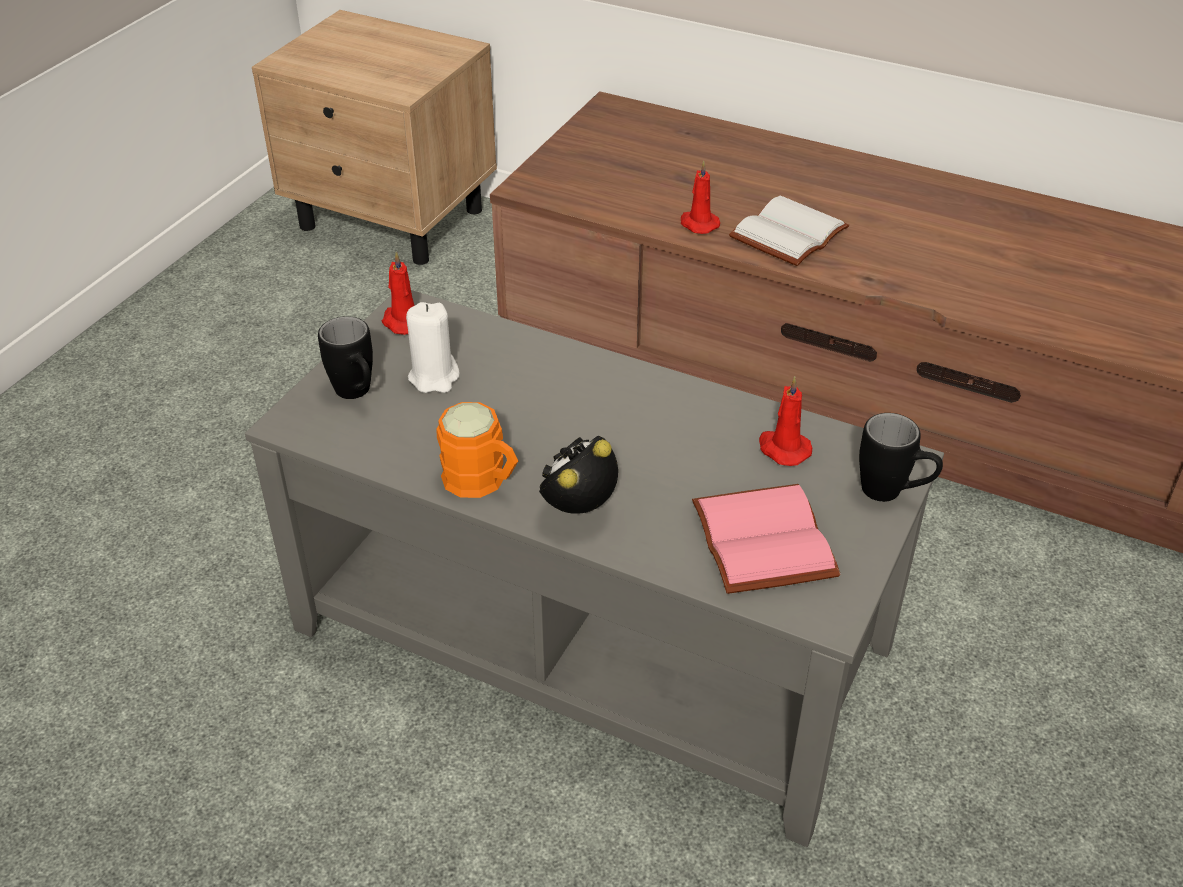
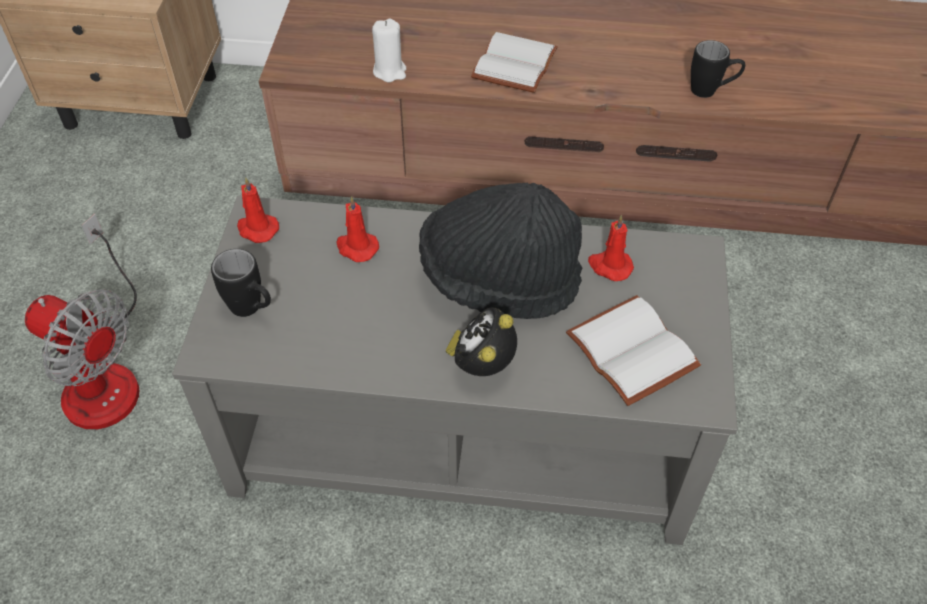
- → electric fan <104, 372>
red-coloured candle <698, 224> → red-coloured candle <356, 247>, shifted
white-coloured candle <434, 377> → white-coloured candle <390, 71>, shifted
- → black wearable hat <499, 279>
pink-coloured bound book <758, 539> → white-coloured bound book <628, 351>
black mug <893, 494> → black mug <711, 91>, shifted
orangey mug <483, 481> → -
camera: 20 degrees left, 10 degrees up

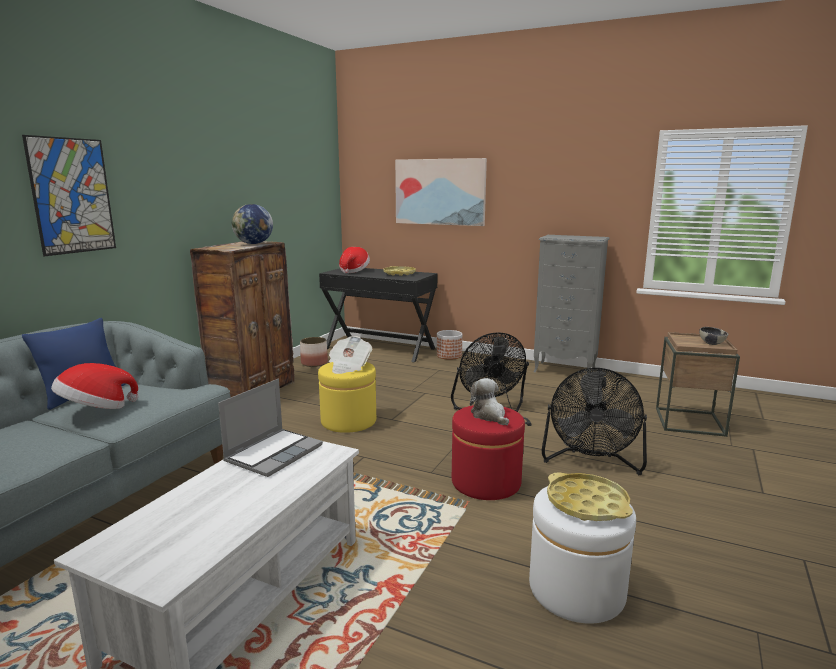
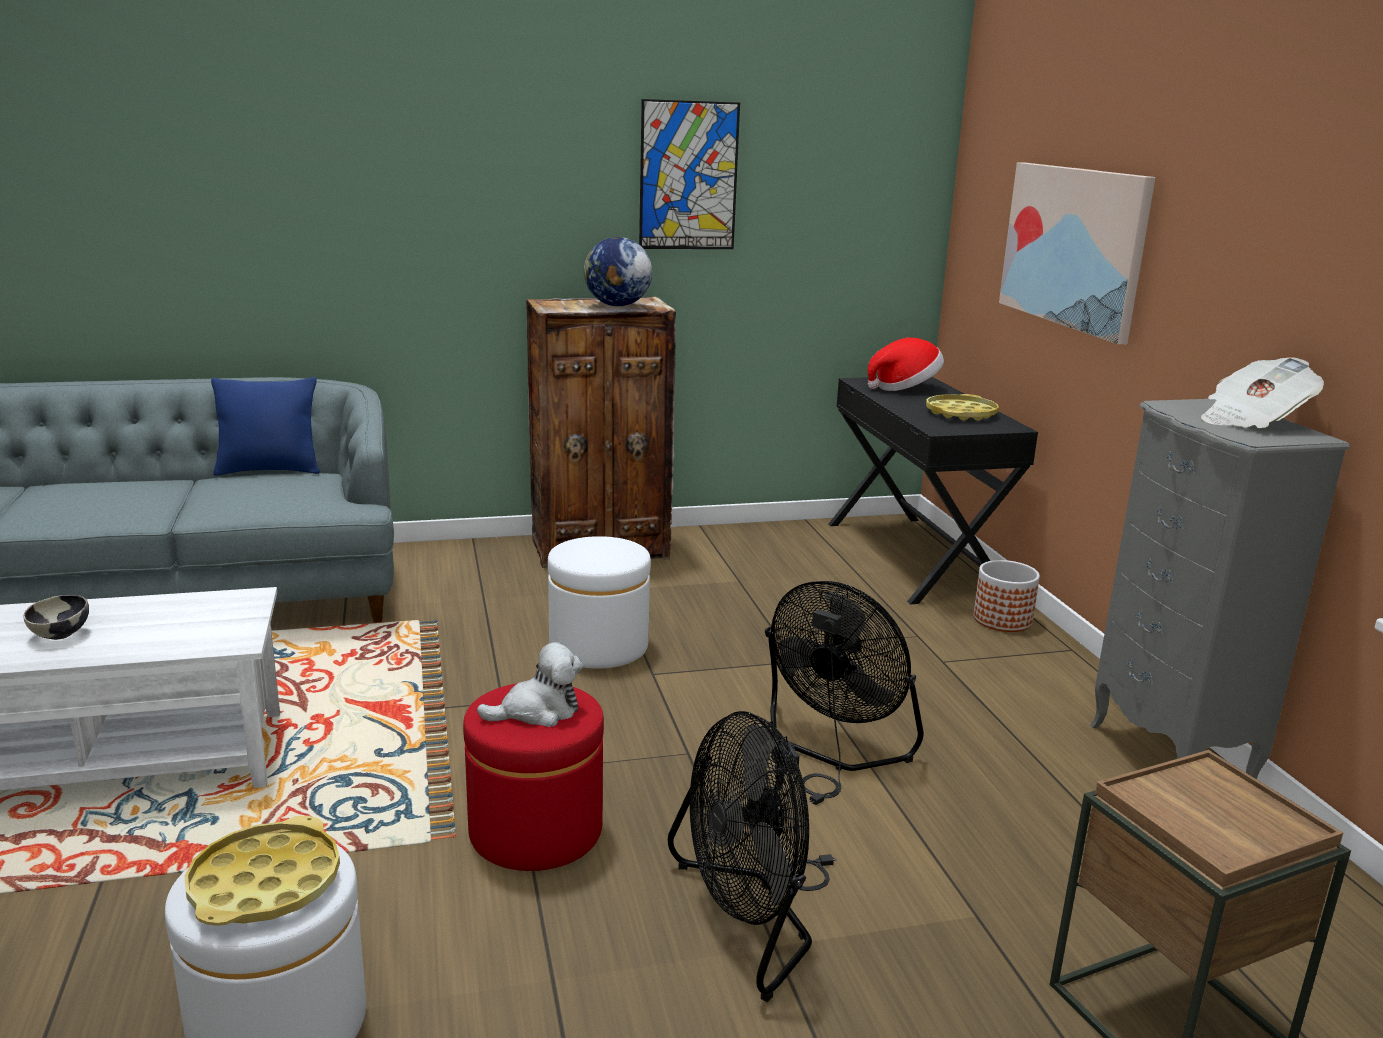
bowl <712, 343> → bowl <61, 635>, shifted
cuddly toy <489, 416> → cuddly toy <537, 711>, 45 degrees clockwise
yellow-coloured ottoman <348, 421> → white-coloured ottoman <598, 647>
wall art <72, 196> → wall art <688, 176>, shifted
daily paper <349, 367> → daily paper <1252, 421>, shifted
wearable hat <96, 409> → -
notebook computer <274, 453> → -
planter <314, 363> → -
camera: 50 degrees right, 5 degrees up

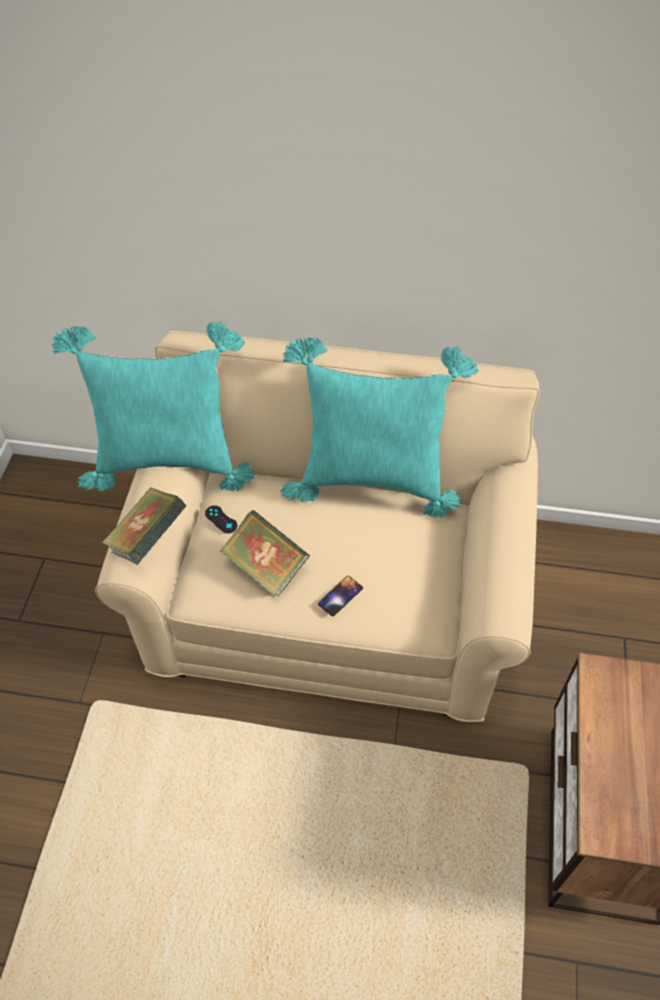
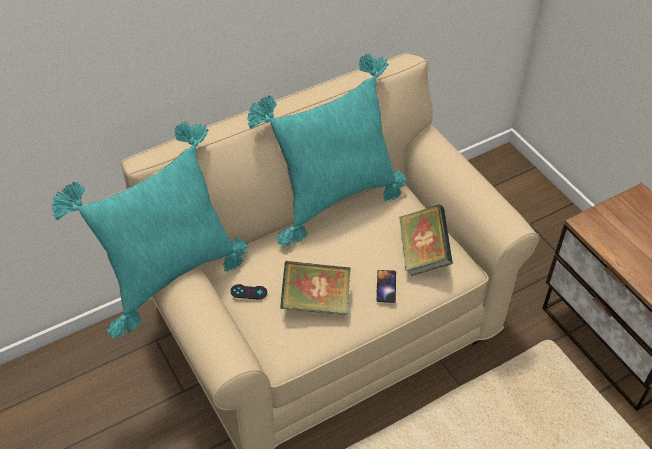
bound book <148, 539> → bound book <423, 253>, shifted
camera: 40 degrees left, 5 degrees down

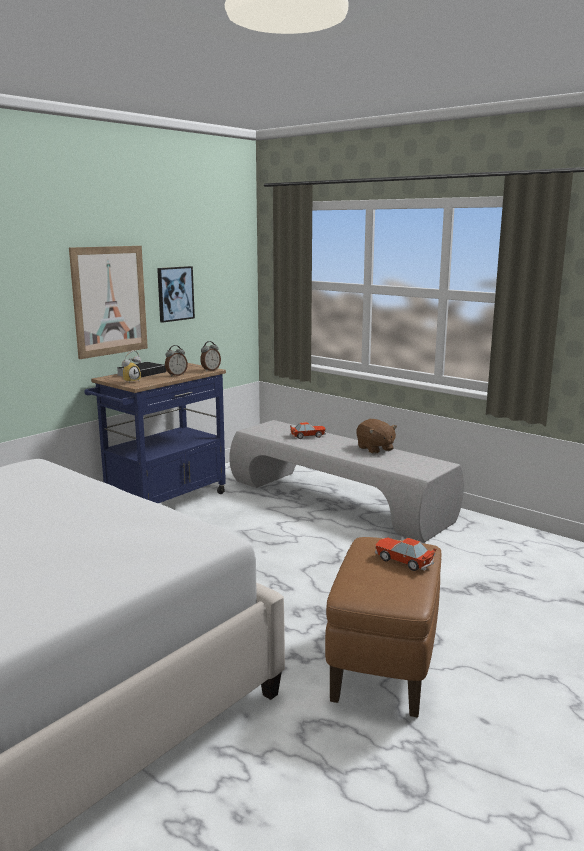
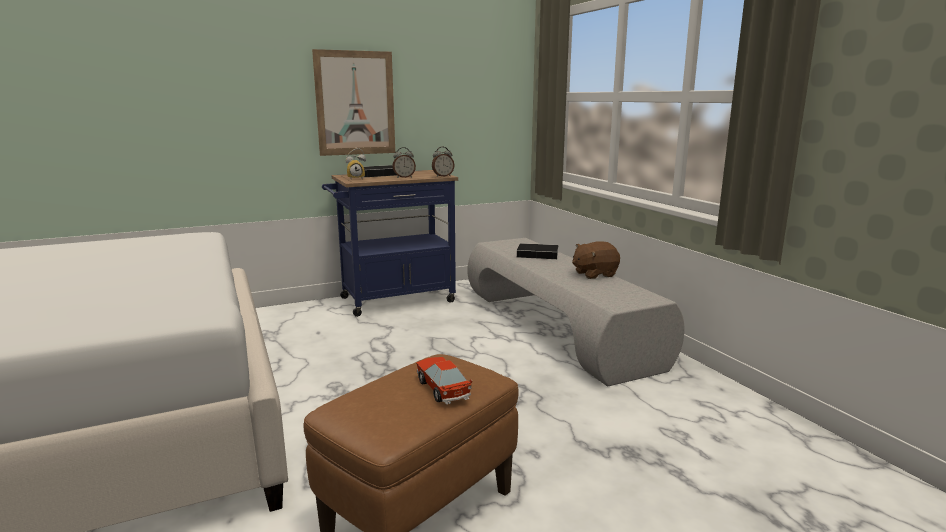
miniature car <308, 436> → bound book <539, 254>
brown-coloured cuddly toy <375, 449> → brown-coloured cuddly toy <594, 274>, 75 degrees clockwise
wall art <175, 293> → -
camera: 25 degrees right, 0 degrees up

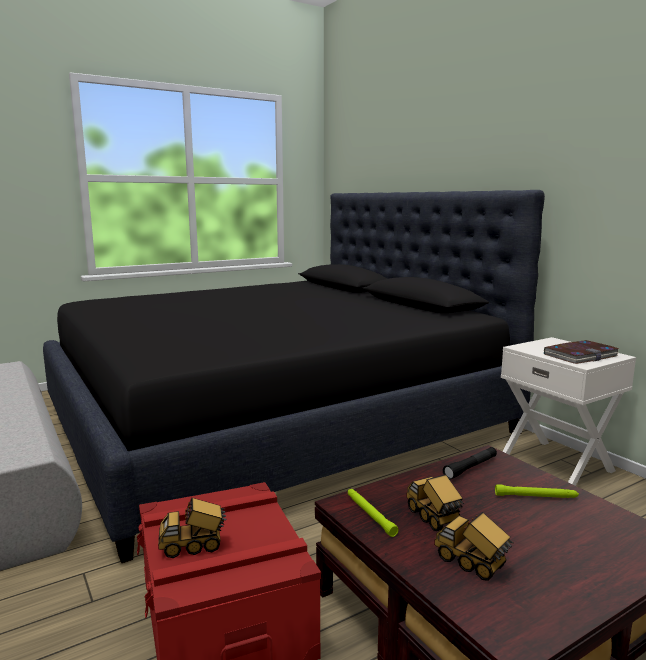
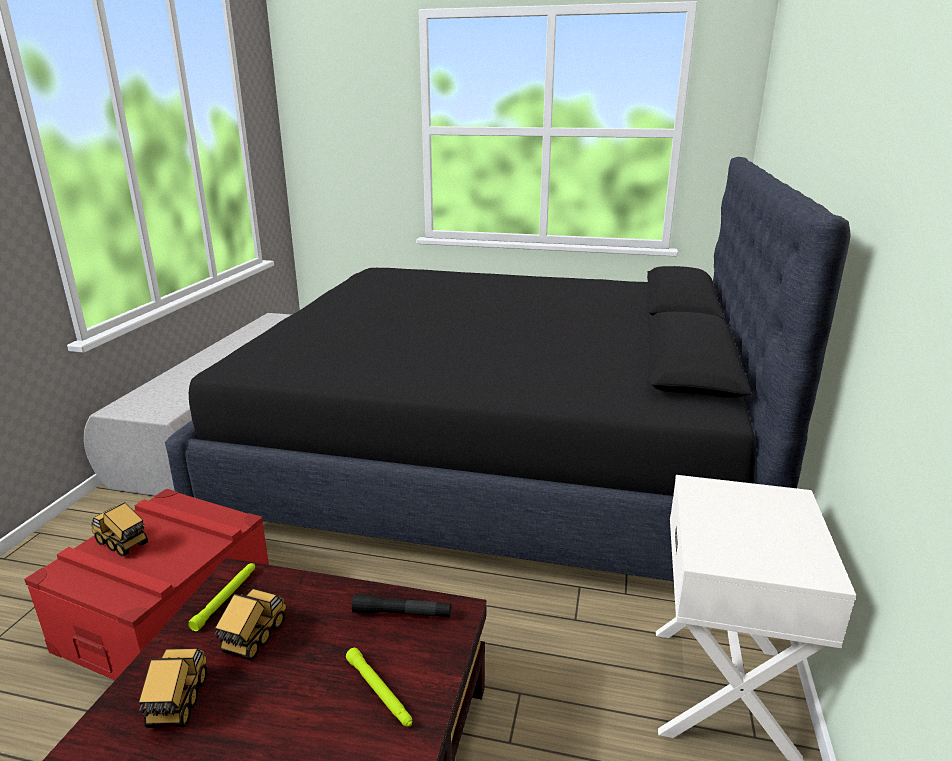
bound book <580, 355> → -
camera: 45 degrees right, 10 degrees up

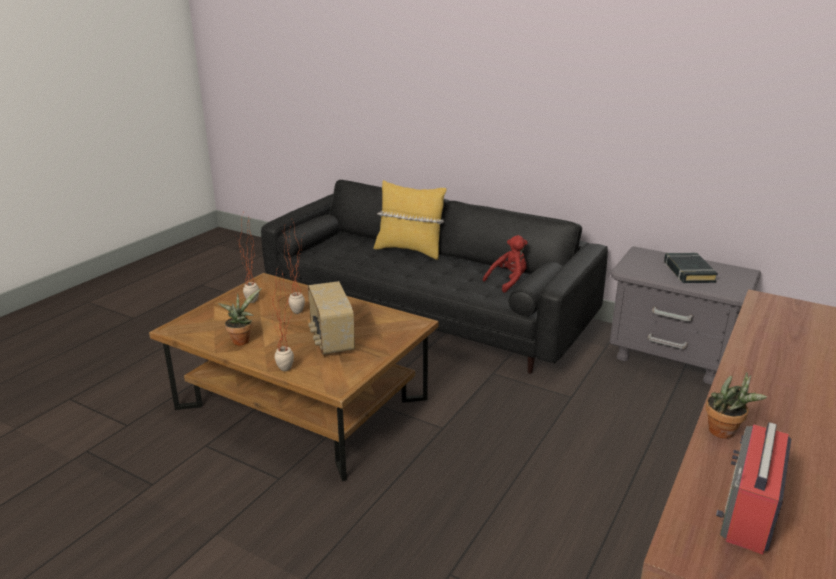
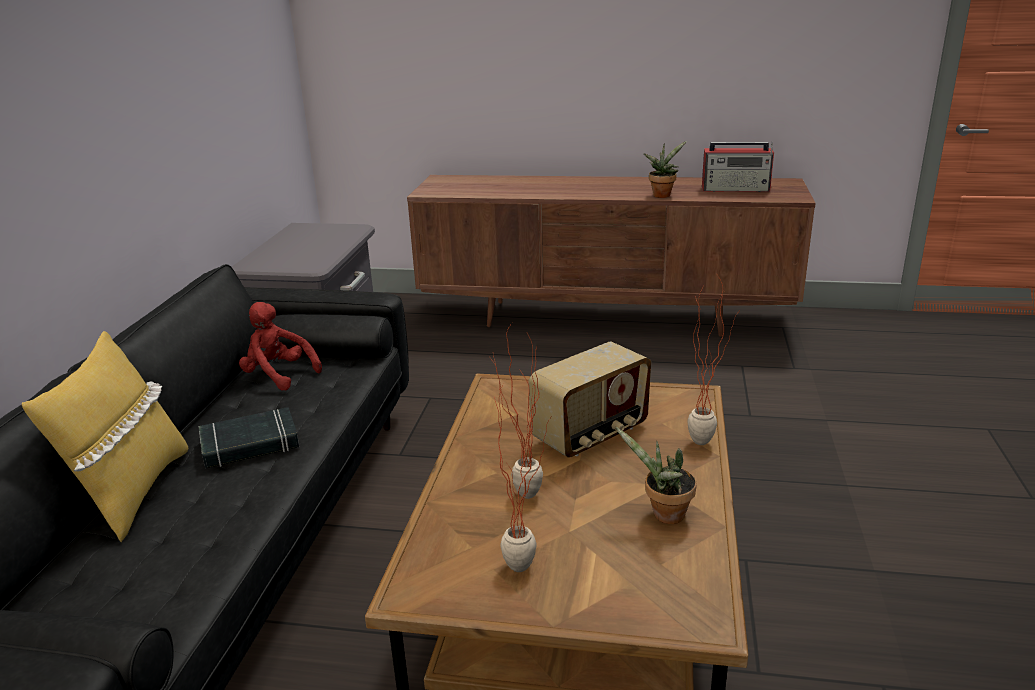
black bound book <688, 272> → black bound book <250, 444>, shifted
camera: 110 degrees left, 0 degrees up

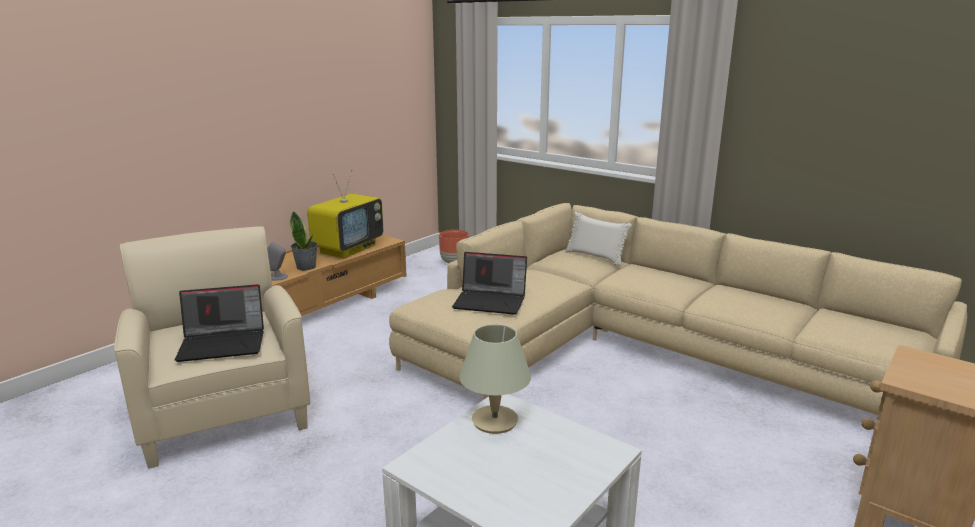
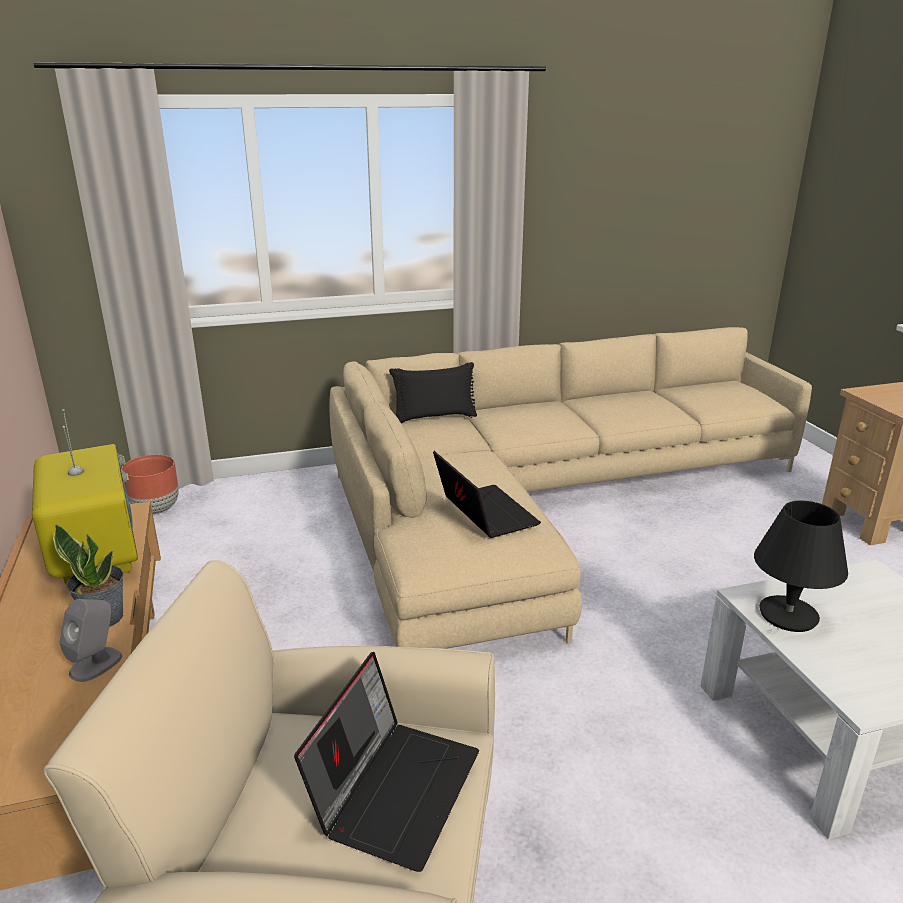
white-coloured throw pillow <595, 257> → black throw pillow <434, 417>
notebook computer <491, 301> → notebook computer <483, 513>, 75 degrees counterclockwise
beige lamp for a table <494, 420> → black lamp for a table <787, 615>
camera: 55 degrees left, 5 degrees up

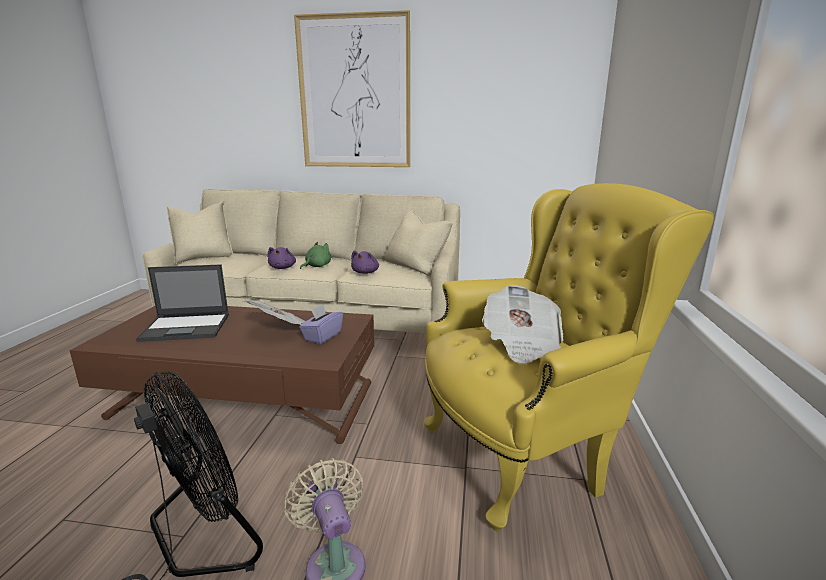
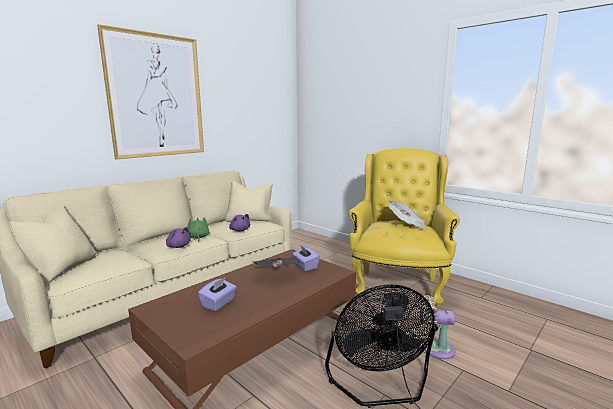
notebook computer <187, 327> → purplish tissue holder <218, 303>
camera: 55 degrees left, 5 degrees down

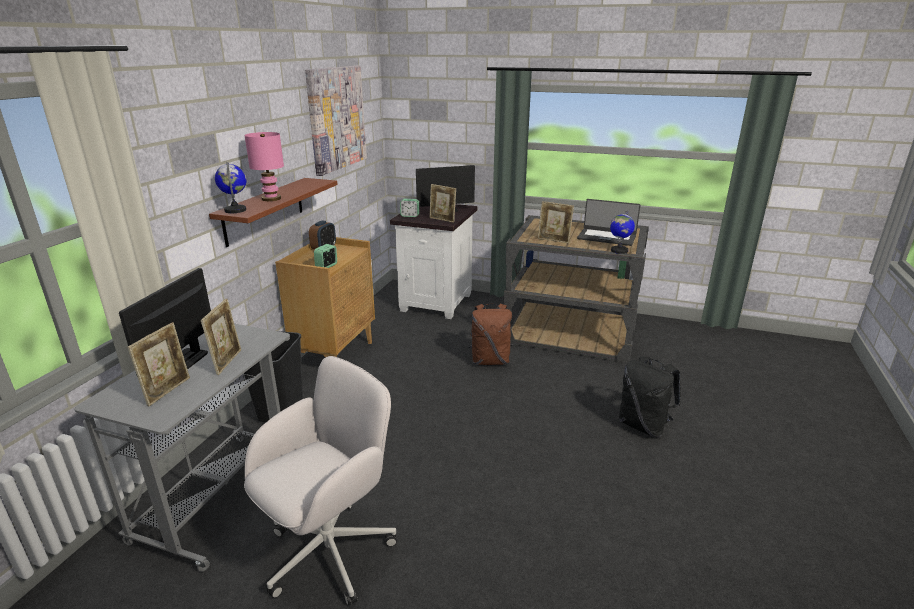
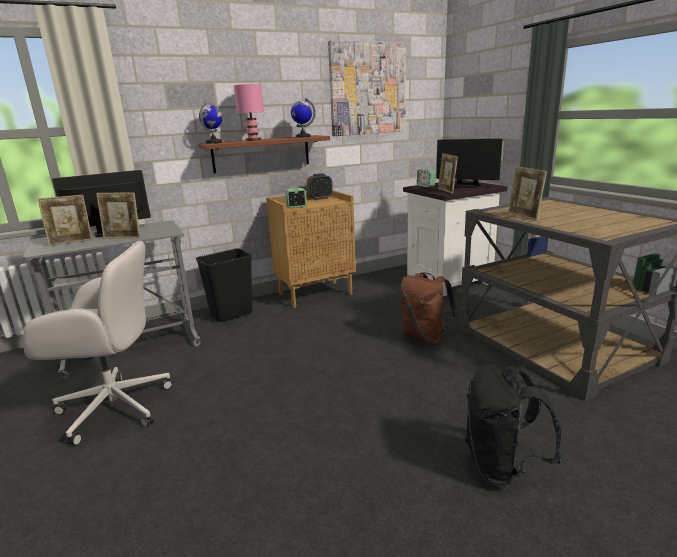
standing frame <227, 361> → standing frame <123, 238>, 45 degrees clockwise
globe <619, 250> → globe <303, 137>, shifted
notebook computer <606, 237> → -
camera: 45 degrees right, 5 degrees down

